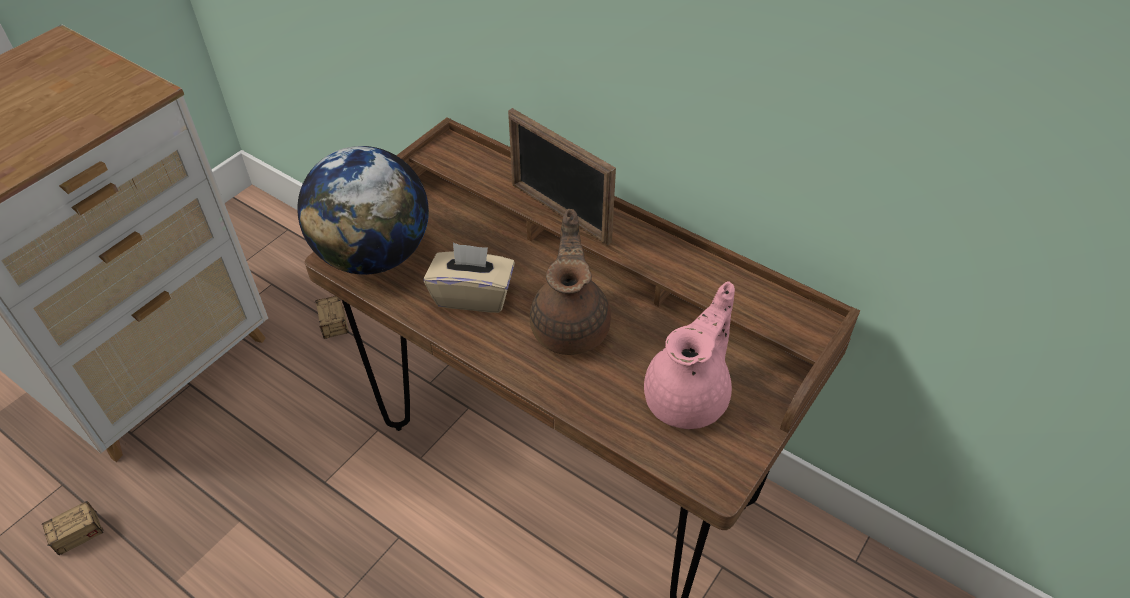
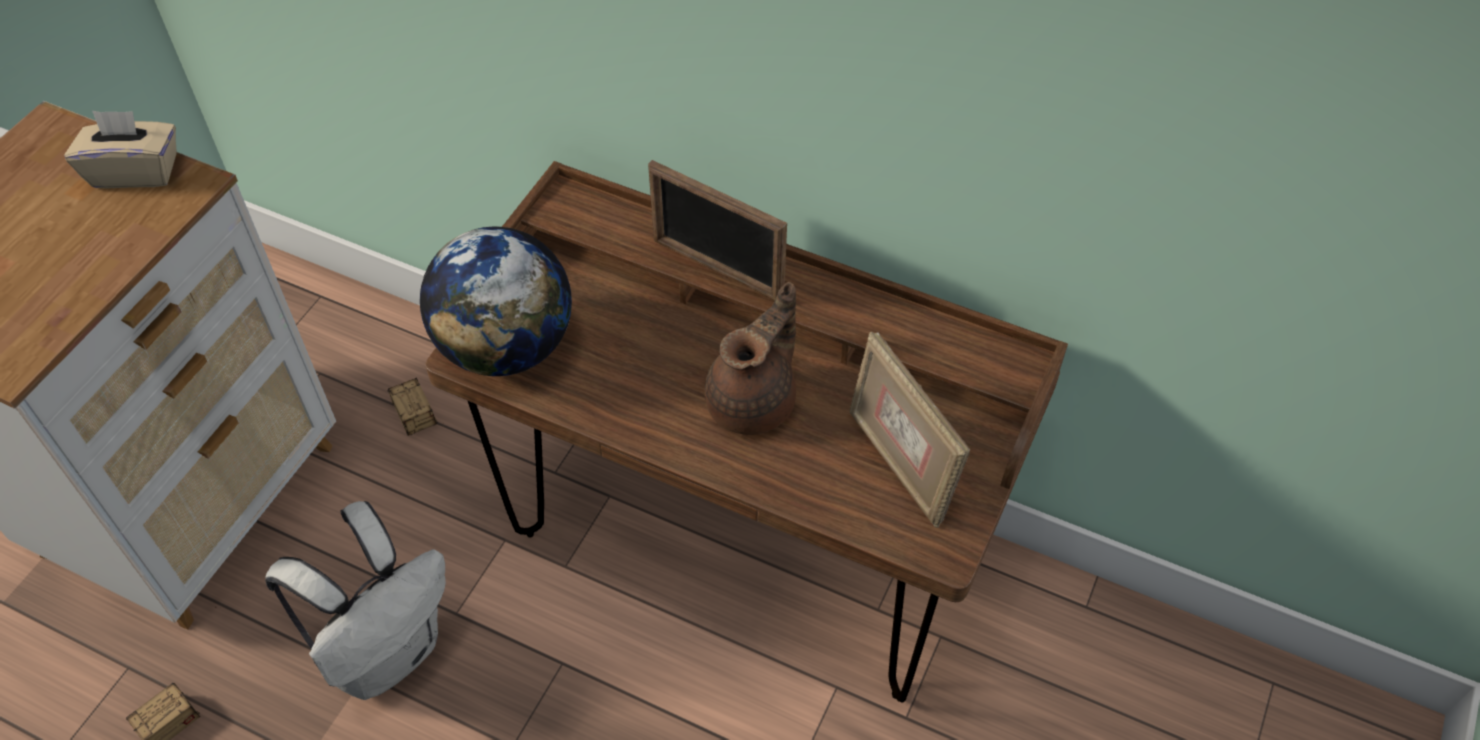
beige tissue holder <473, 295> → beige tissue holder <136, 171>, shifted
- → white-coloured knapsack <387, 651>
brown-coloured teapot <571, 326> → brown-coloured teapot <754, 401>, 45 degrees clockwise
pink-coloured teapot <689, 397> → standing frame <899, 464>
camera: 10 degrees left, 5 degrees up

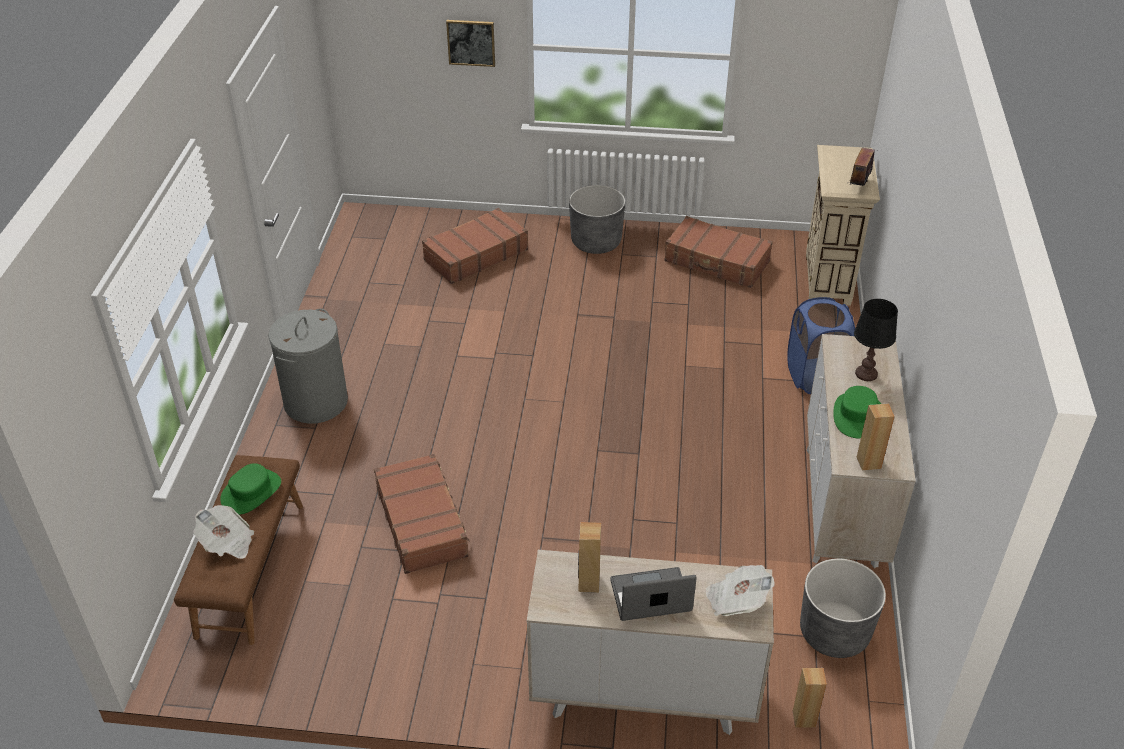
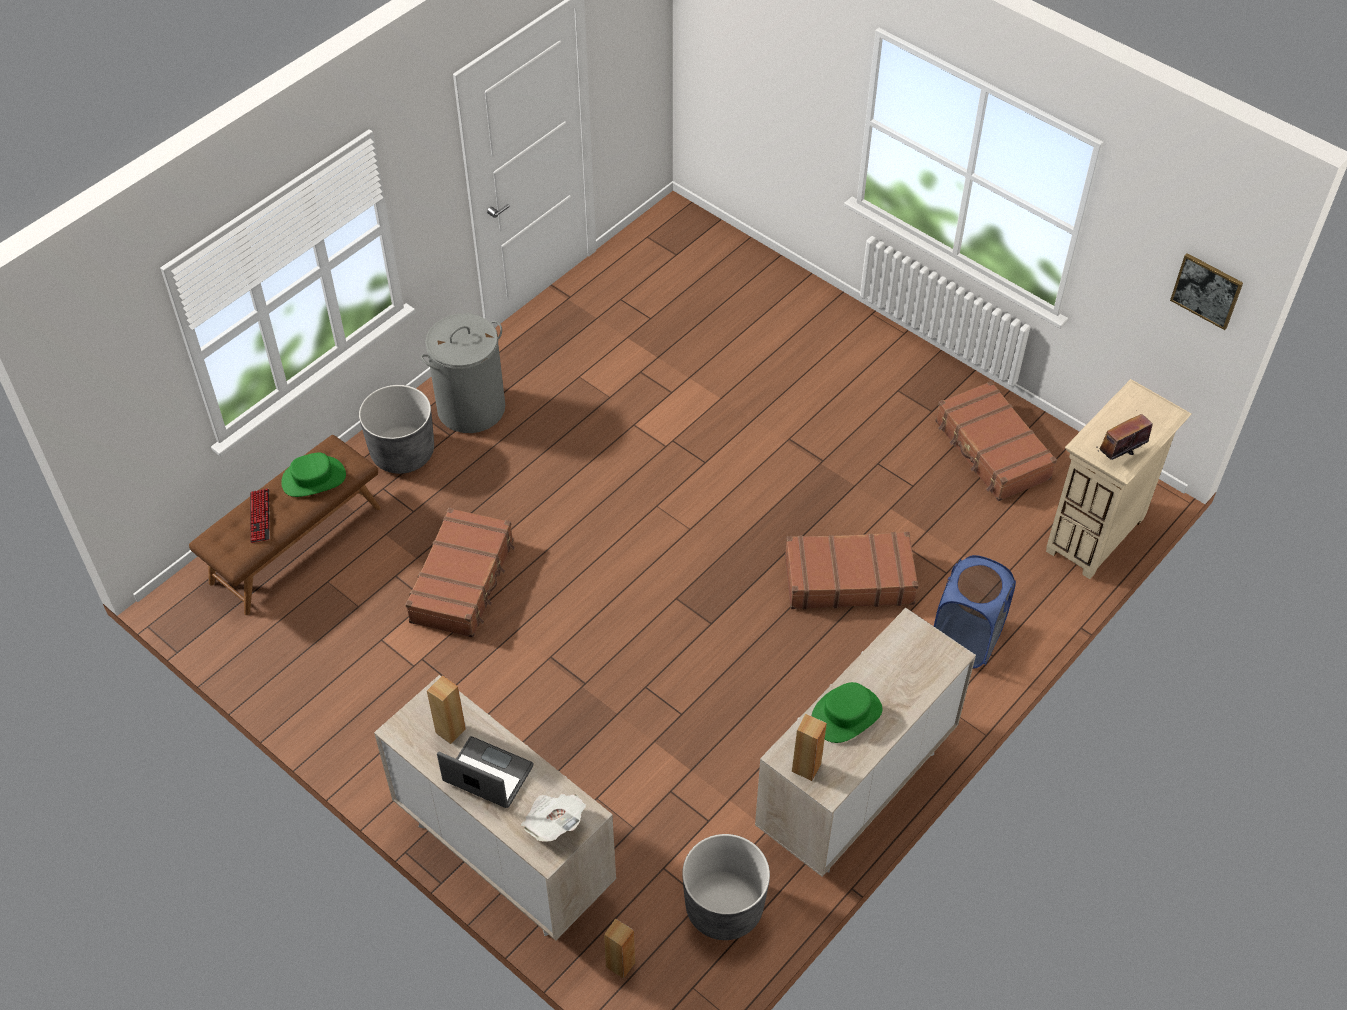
daily paper <227, 543> → computer keyboard <260, 516>
greyish planter <596, 242> → greyish planter <402, 452>, shifted
brown-coloured suitcase <475, 255> → brown-coloured suitcase <848, 579>, shifted
wall art <471, 42> → wall art <1207, 290>, shifted
black lamp for a table <866, 374> → -
camera: 35 degrees right, 10 degrees up

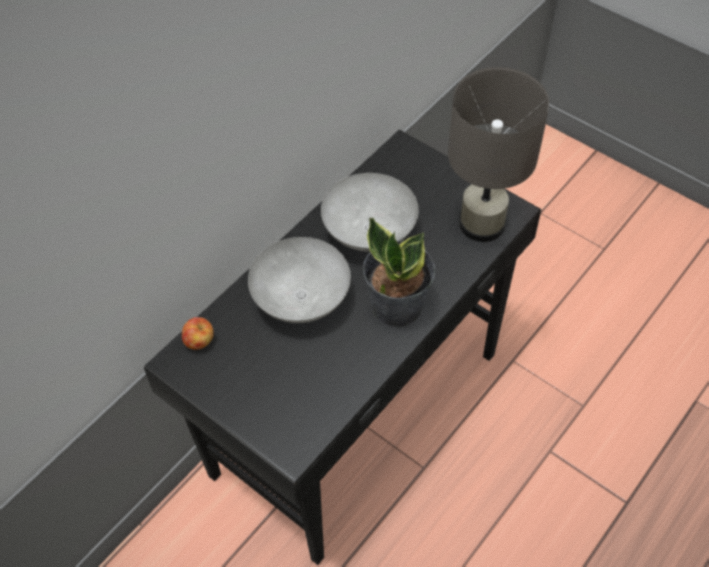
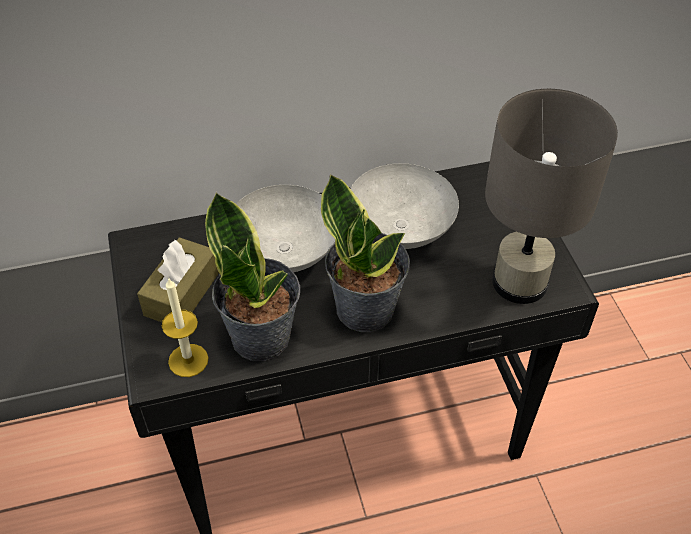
- → brown-coloured tissue holder <182, 293>
- → candle <188, 360>
- → houseplant <262, 336>
apple fruit <199, 341> → -
camera: 35 degrees right, 5 degrees down

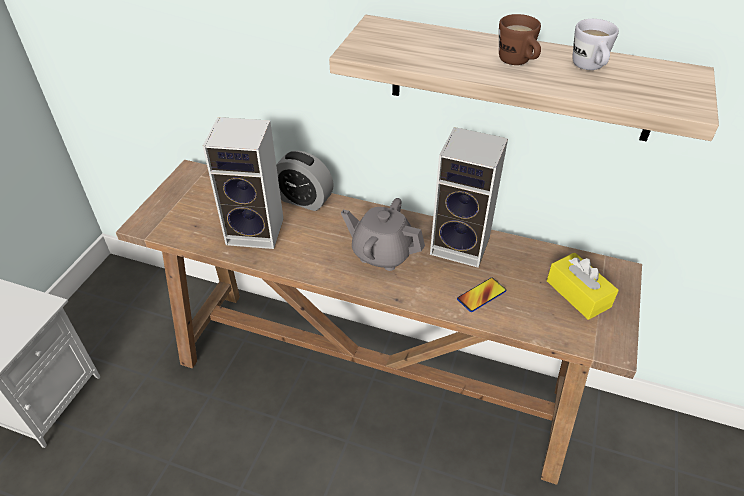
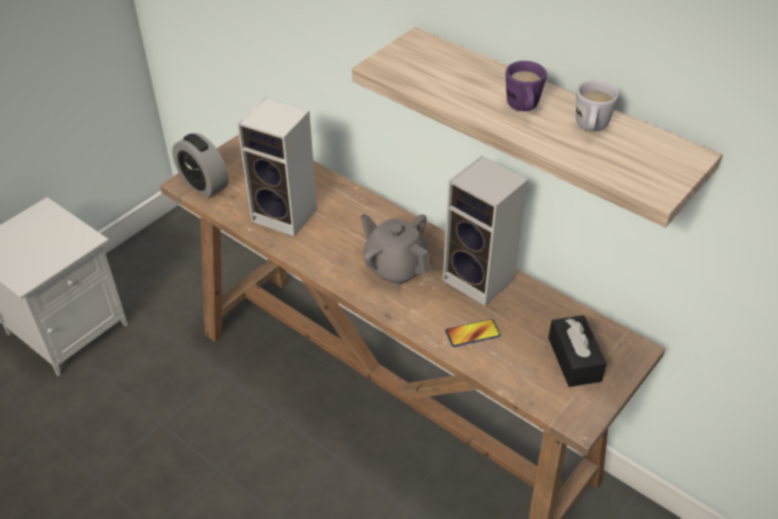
alarm clock <303, 200> → alarm clock <204, 184>, shifted
brown-coloured mug <518, 63> → purplish mug <523, 108>
yellow-coloured tissue holder <578, 294> → black tissue holder <574, 359>
camera: 20 degrees right, 0 degrees up

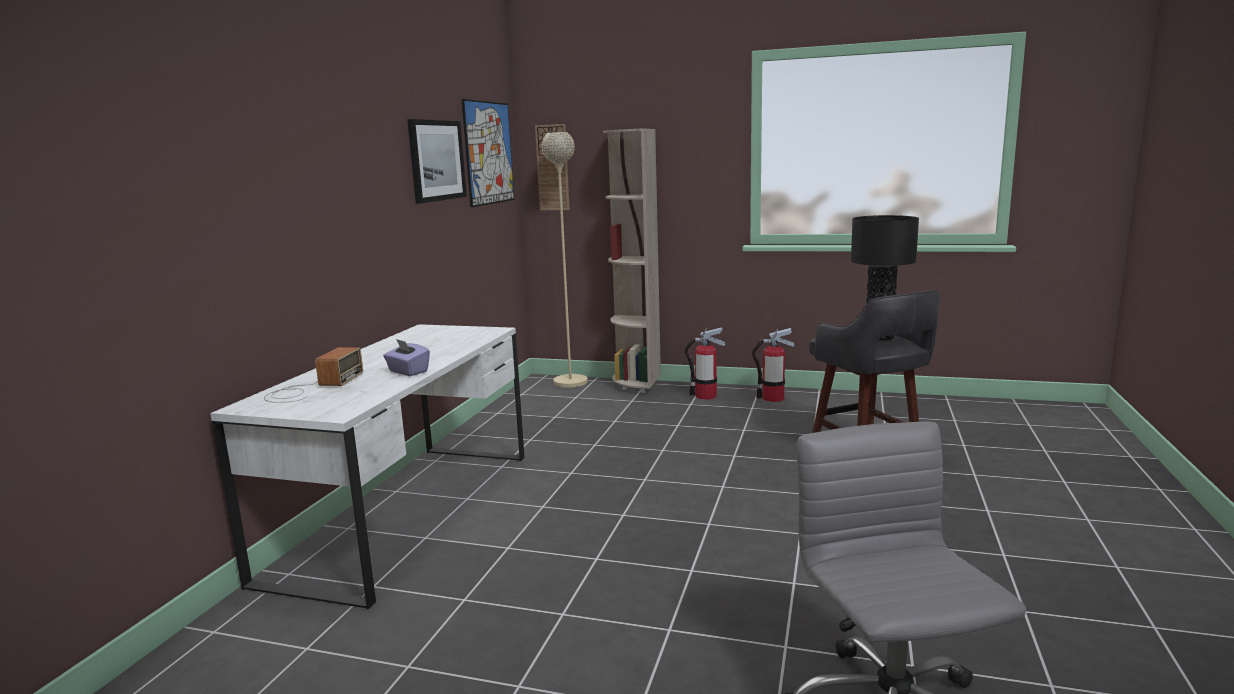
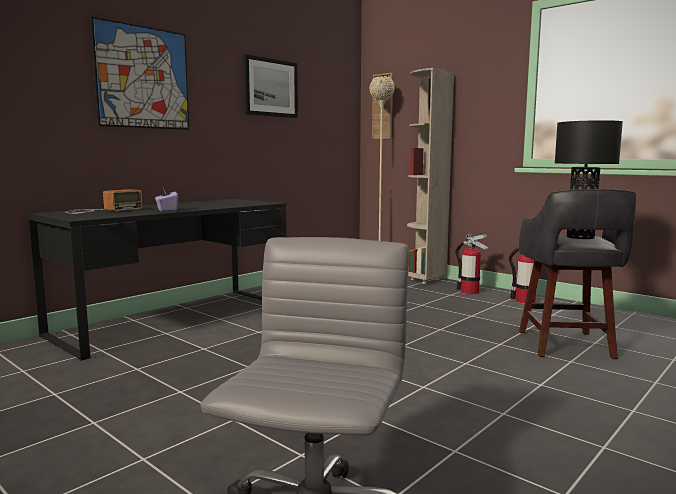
white-coloured desk unit <407, 512> → black desk unit <175, 319>
wall art <489, 153> → wall art <143, 77>, shifted
camera: 25 degrees right, 5 degrees down

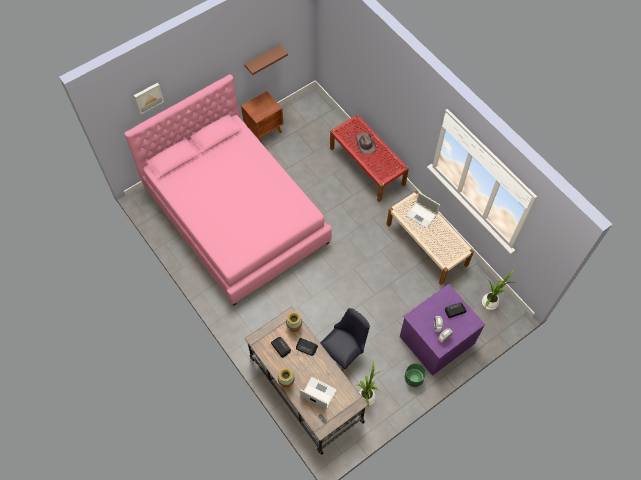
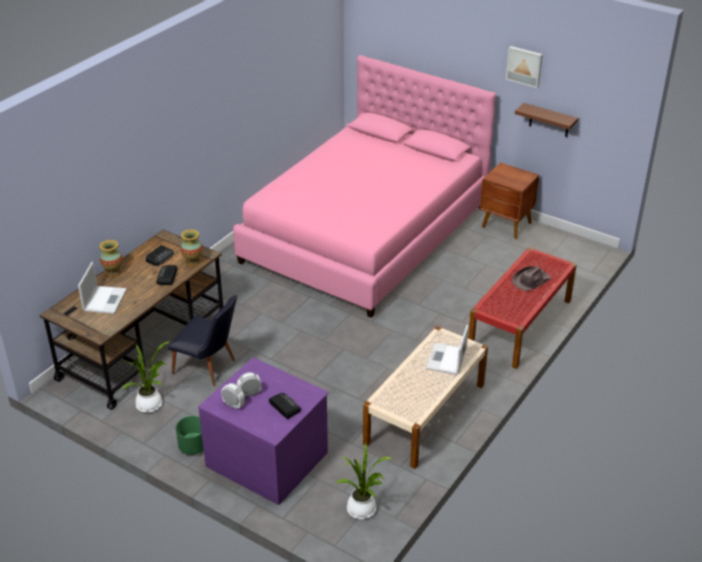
wall art <148, 97> → wall art <524, 66>, shifted
camera: 70 degrees right, 25 degrees down

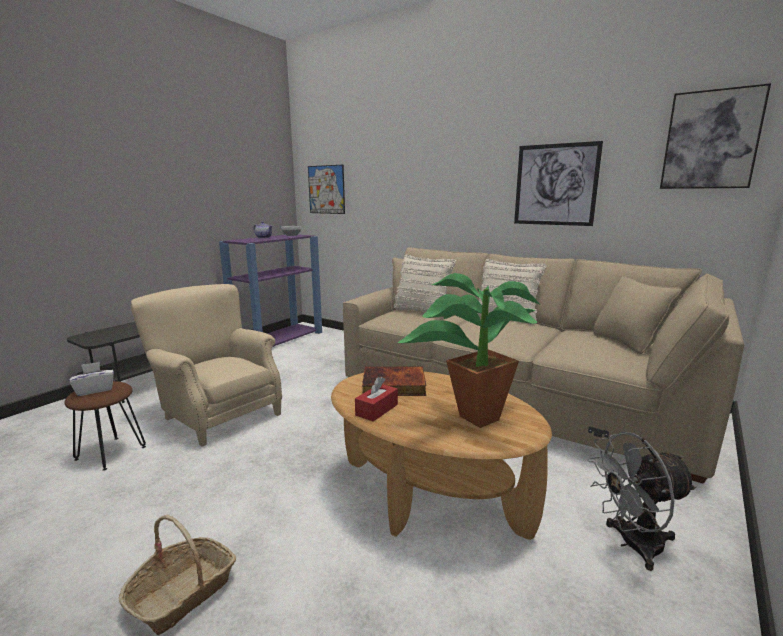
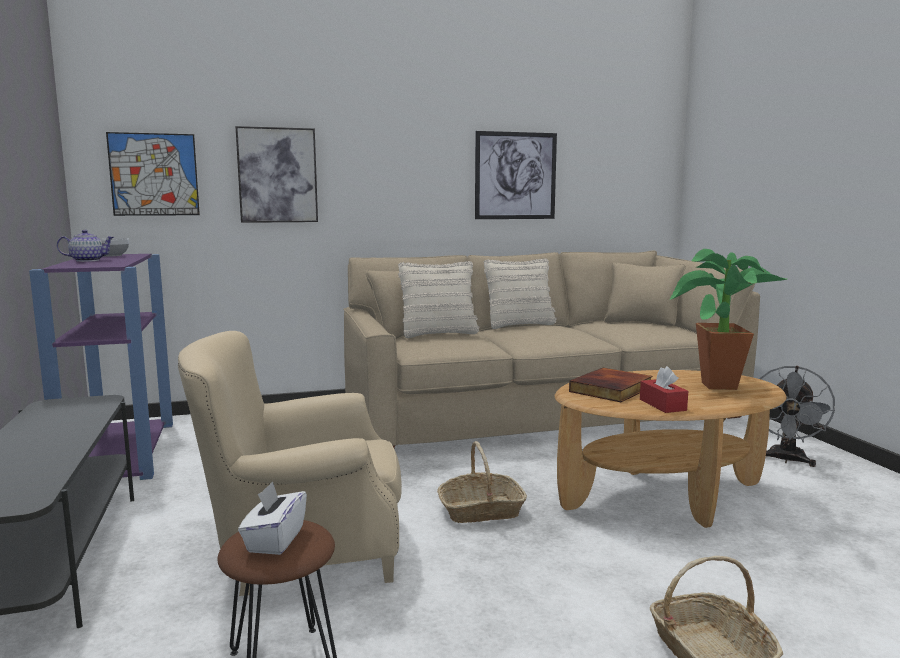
wall art <711, 140> → wall art <277, 175>, shifted
- → basket <481, 510>
camera: 50 degrees left, 5 degrees down

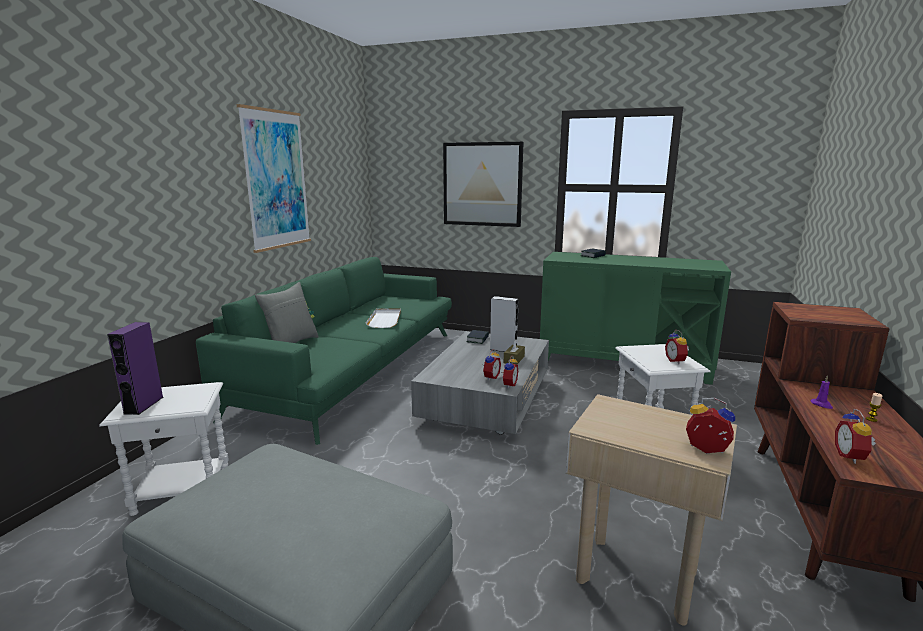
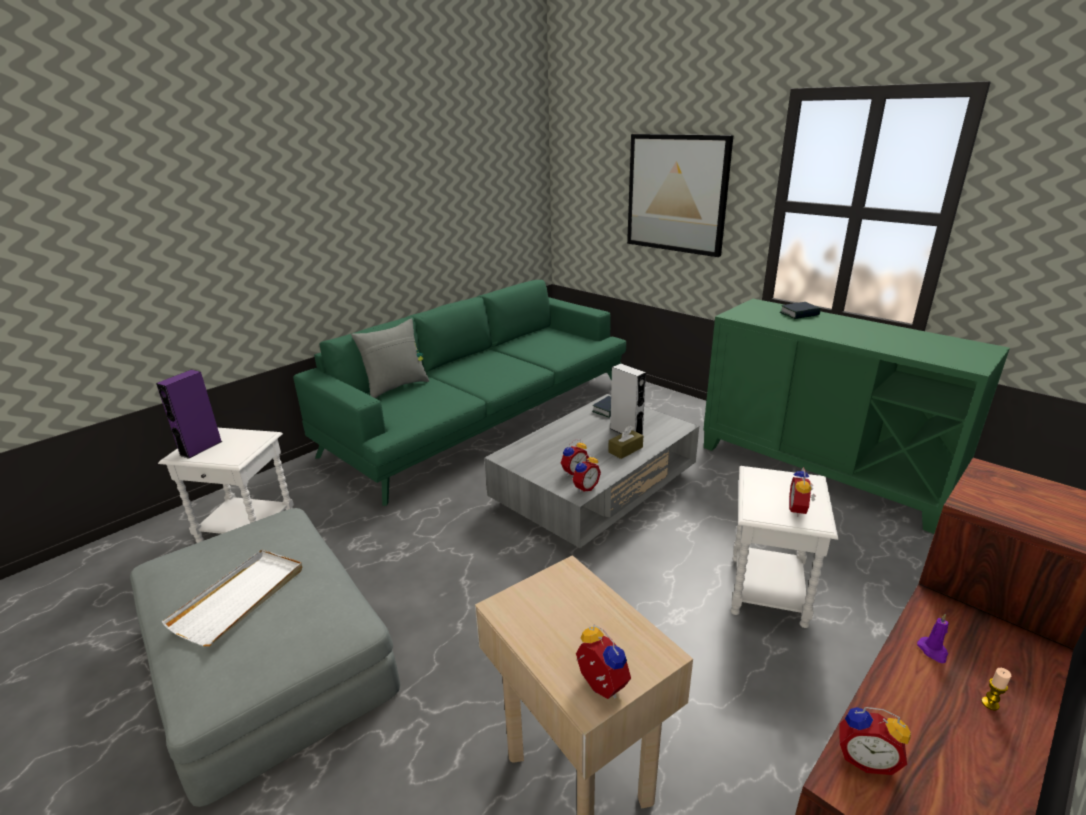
white-coloured tray <385, 319> → white-coloured tray <240, 598>, shifted
alarm clock <851, 457> → alarm clock <865, 758>, 105 degrees counterclockwise
wall art <276, 180> → -
camera: 25 degrees right, 10 degrees up

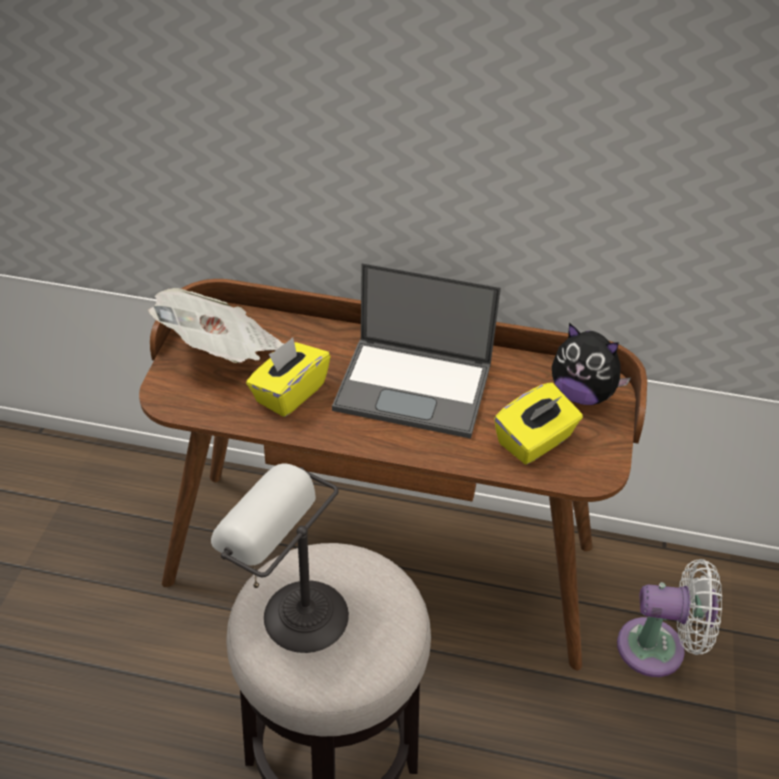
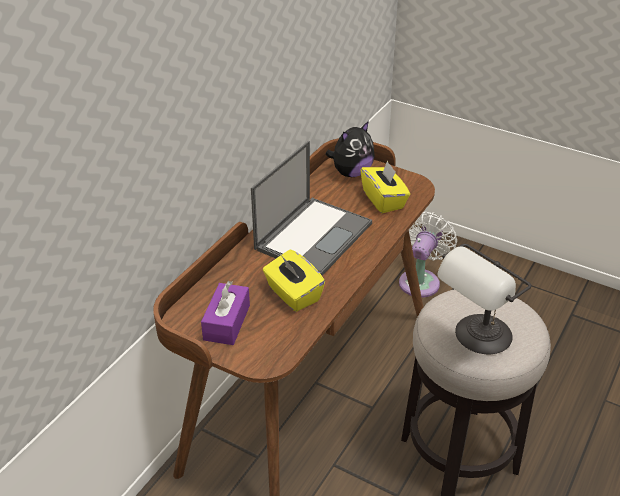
daily paper <221, 351> → purplish tissue holder <227, 322>
camera: 70 degrees left, 5 degrees down

